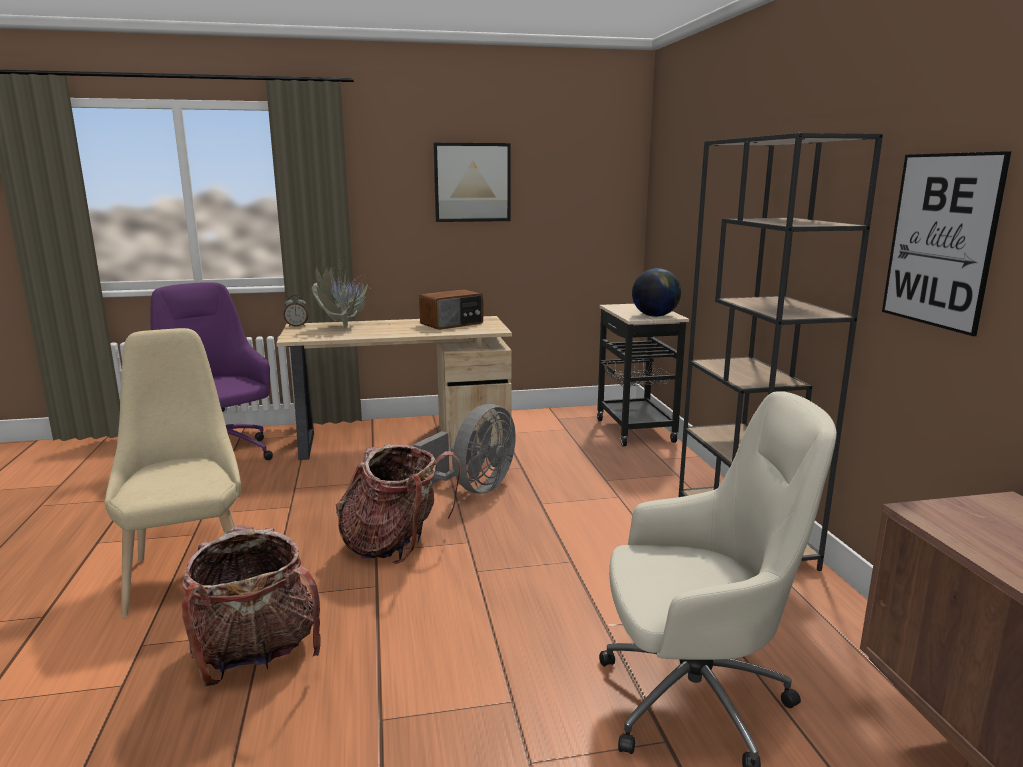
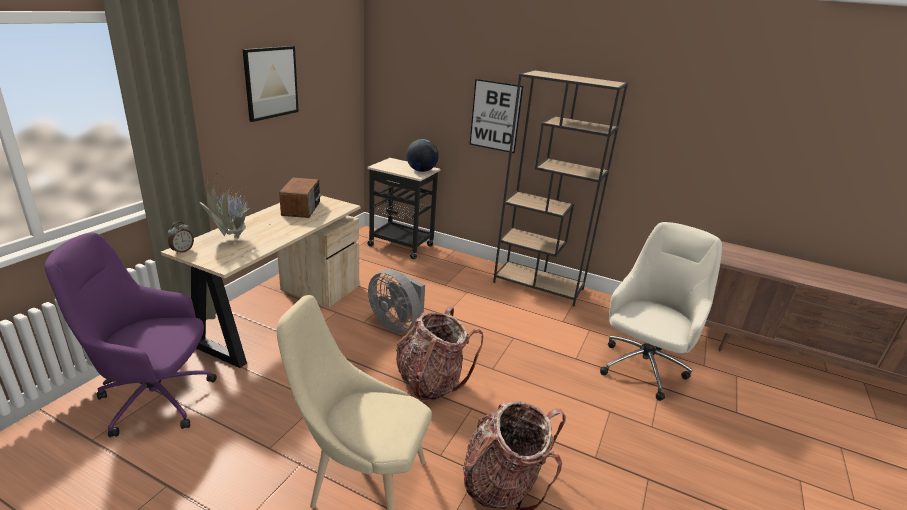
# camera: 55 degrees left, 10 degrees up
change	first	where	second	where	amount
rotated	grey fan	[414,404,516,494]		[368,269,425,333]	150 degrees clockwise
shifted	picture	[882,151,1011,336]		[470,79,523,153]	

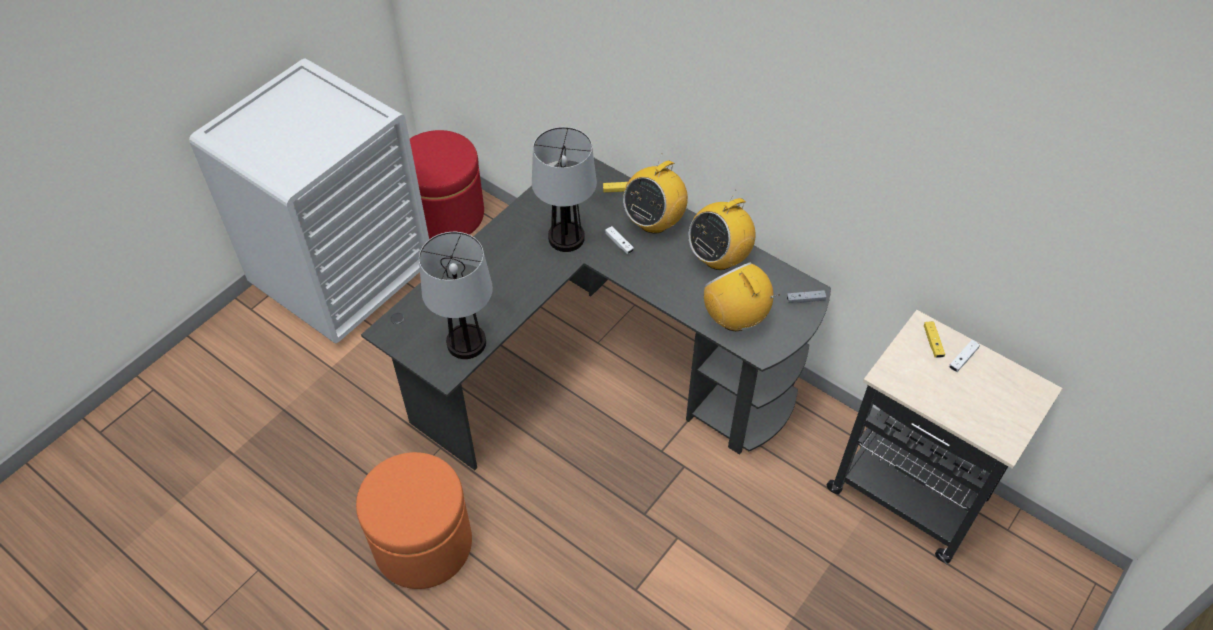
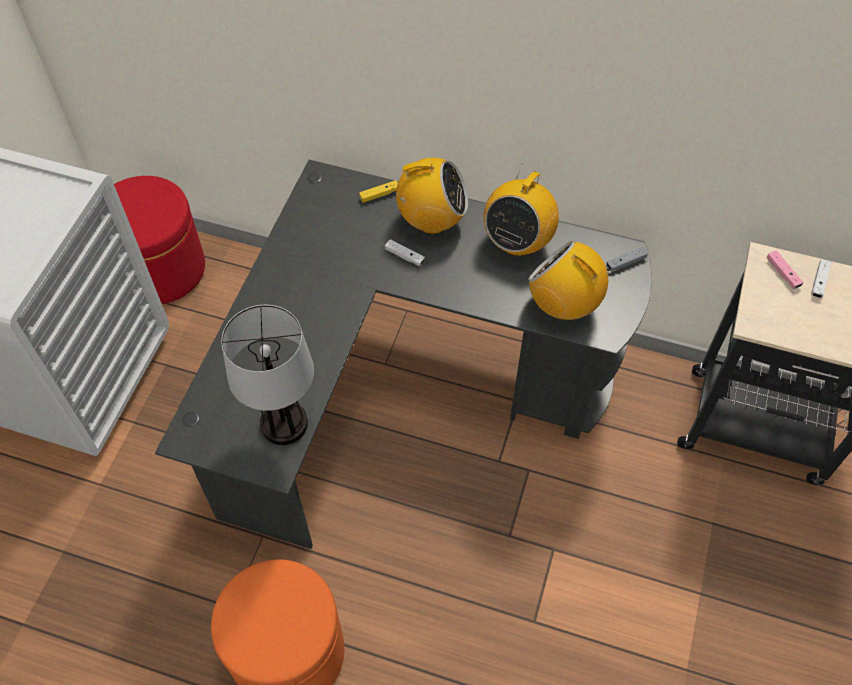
# camera: 20 degrees left, 5 degrees up
change	first	where	second	where	amount
rotated	radio	[623,153,688,234]		[391,158,468,234]	105 degrees counterclockwise
repainted	yellow game controller	[924,321,945,358]	pink game controller	[767,250,803,289]	
gone	table lamp	[532,127,597,252]			

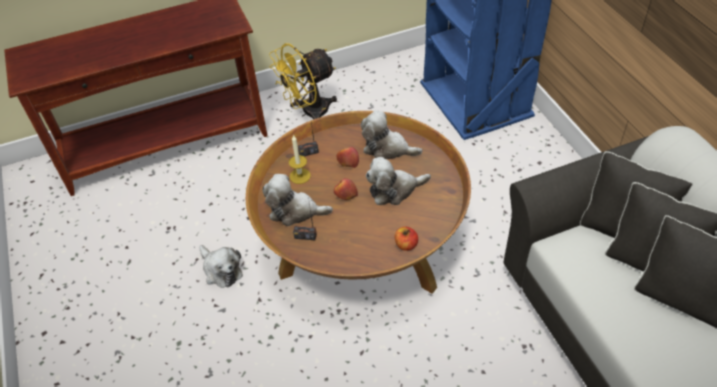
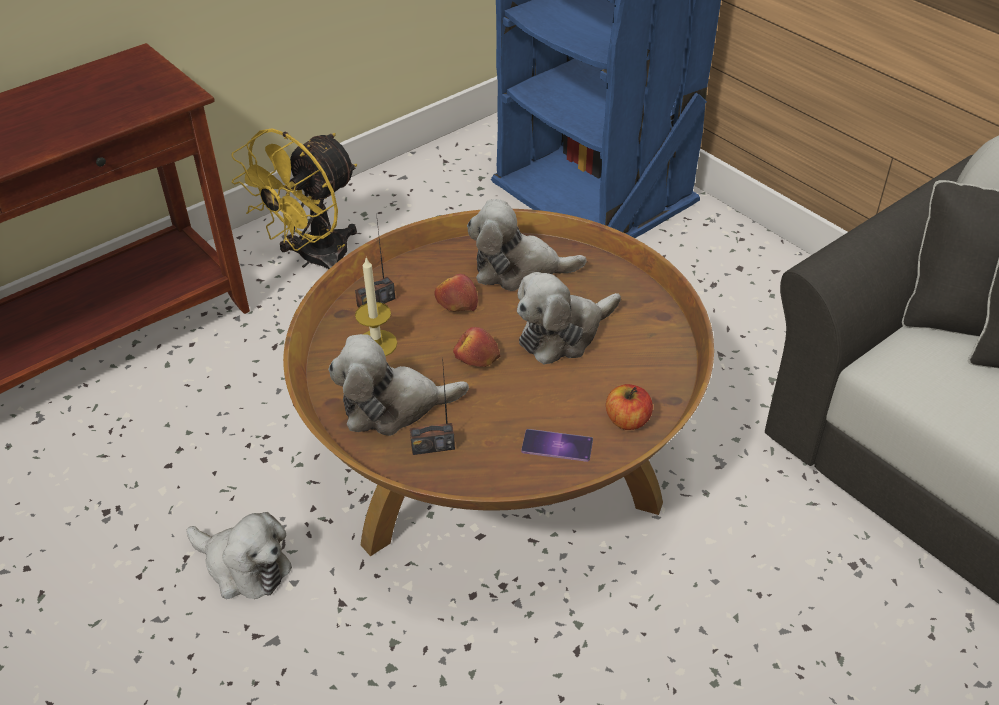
# camera: 20 degrees left, 5 degrees down
change	first	where	second	where	amount
new			phone	[521,429,593,462]	

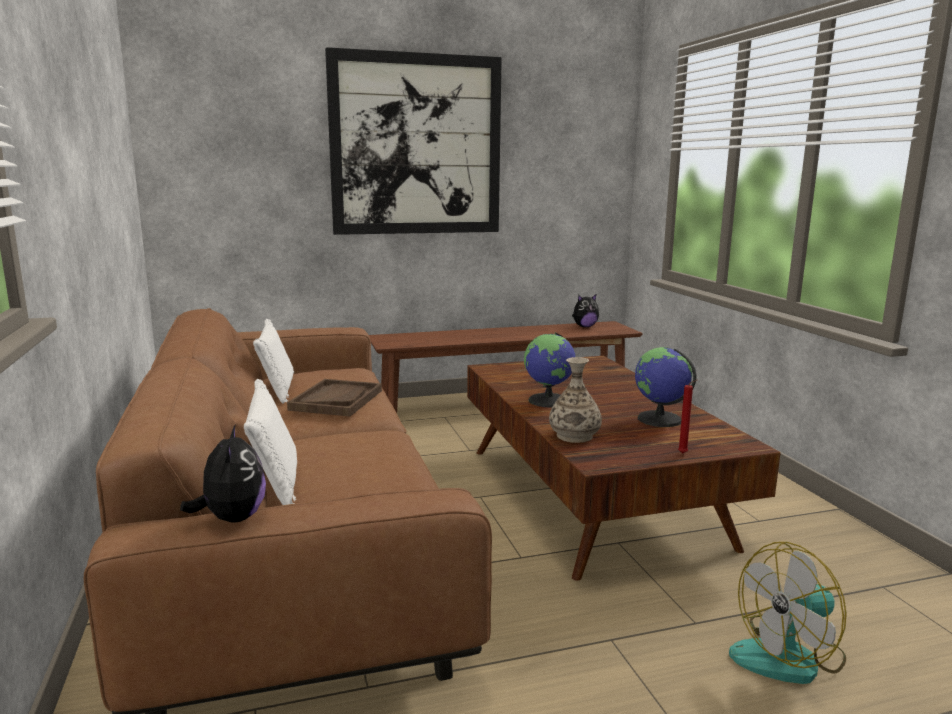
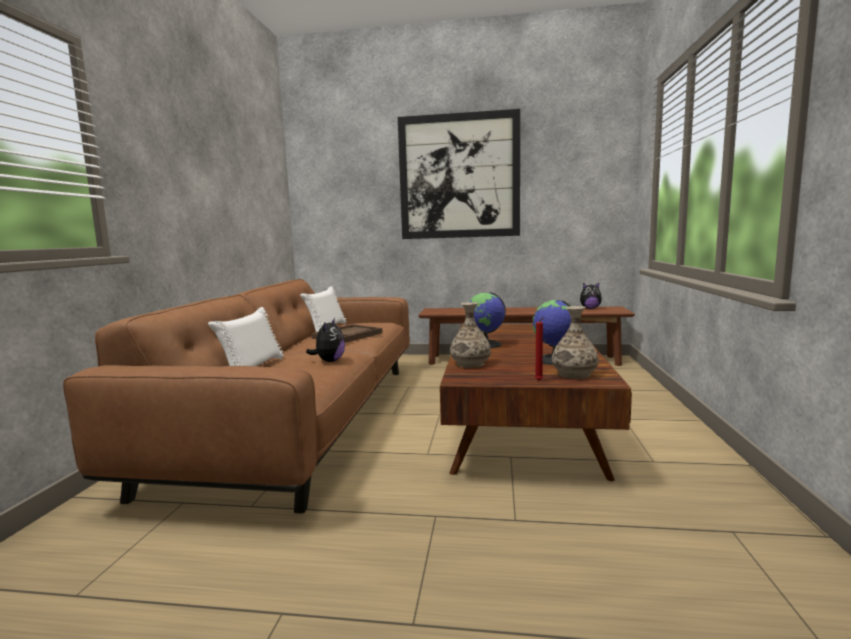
# camera: 25 degrees right, 5 degrees down
change	first	where	second	where	amount
shifted	plush toy	[180,424,266,522]		[306,318,345,362]	
new			vase	[552,306,598,379]	
gone	fan	[729,542,847,684]			

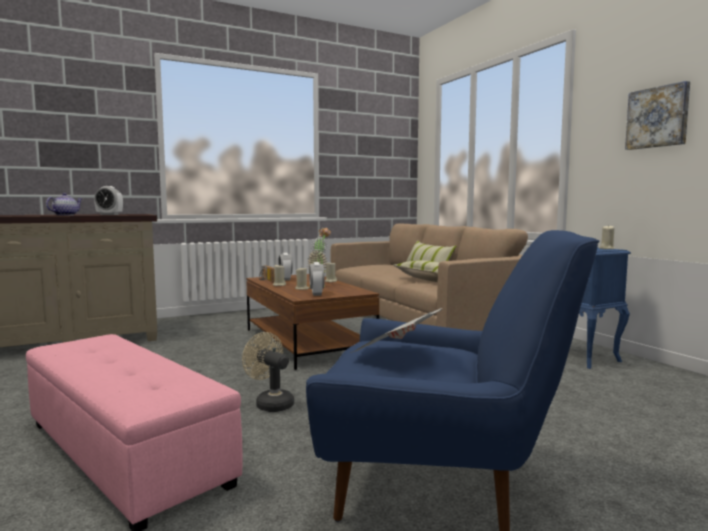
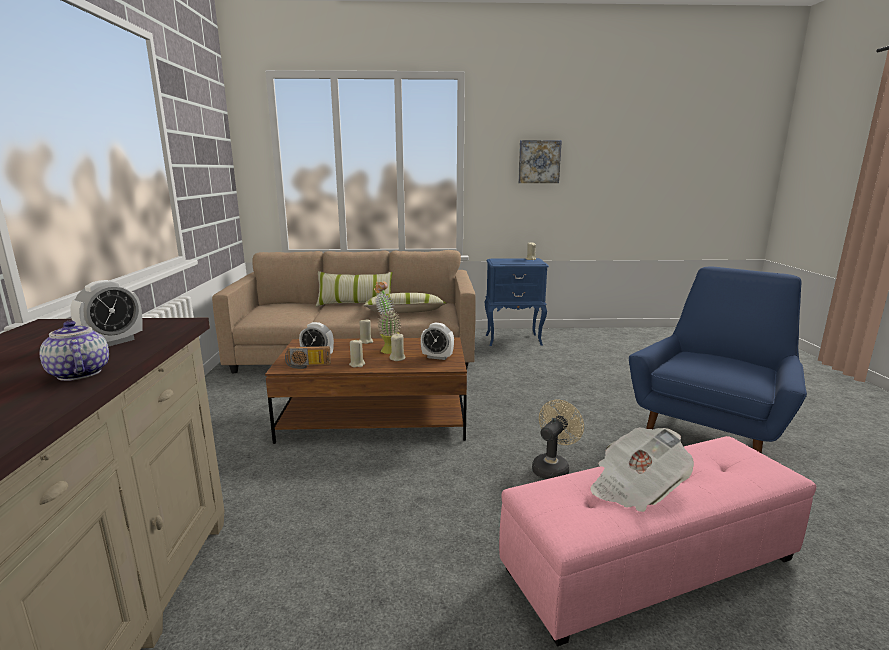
# camera: 65 degrees left, 10 degrees up
change	first	where	second	where	amount
rotated	beige fan	[242,332,294,412]		[532,400,584,479]	150 degrees clockwise
shifted	newspaper	[350,308,442,353]		[590,427,694,512]	

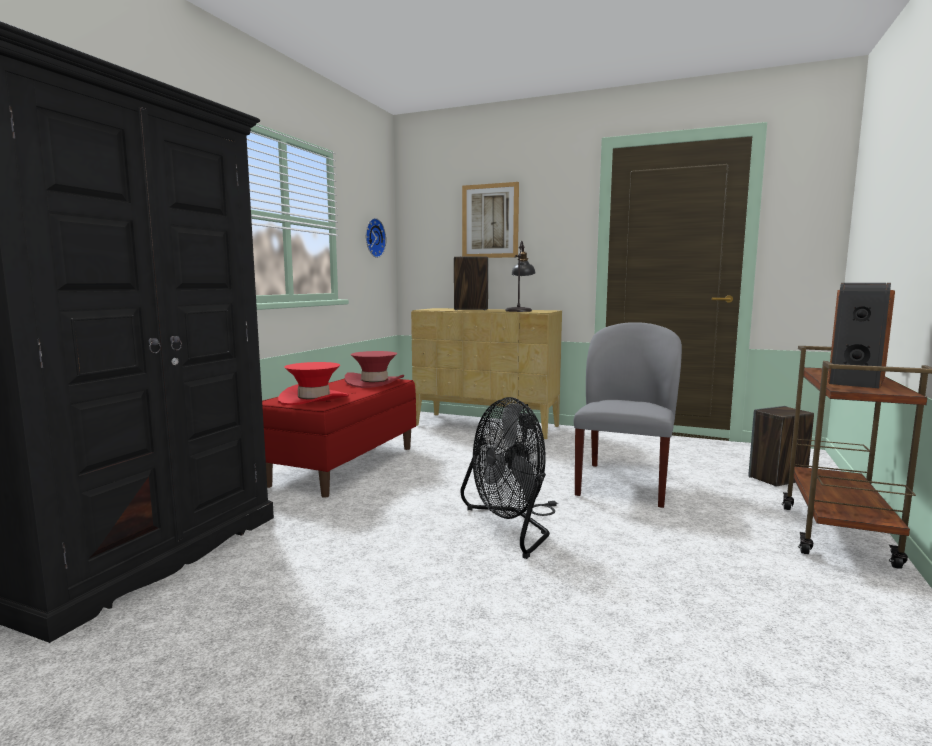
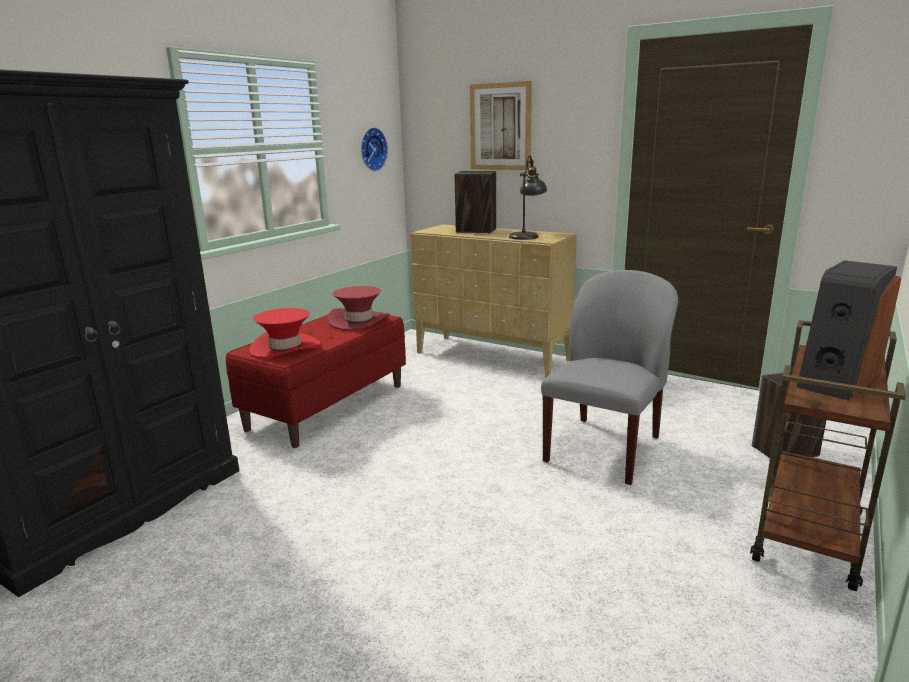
# camera: 10 degrees right, 10 degrees up
change	first	where	second	where	amount
gone	black fan	[461,397,558,559]			

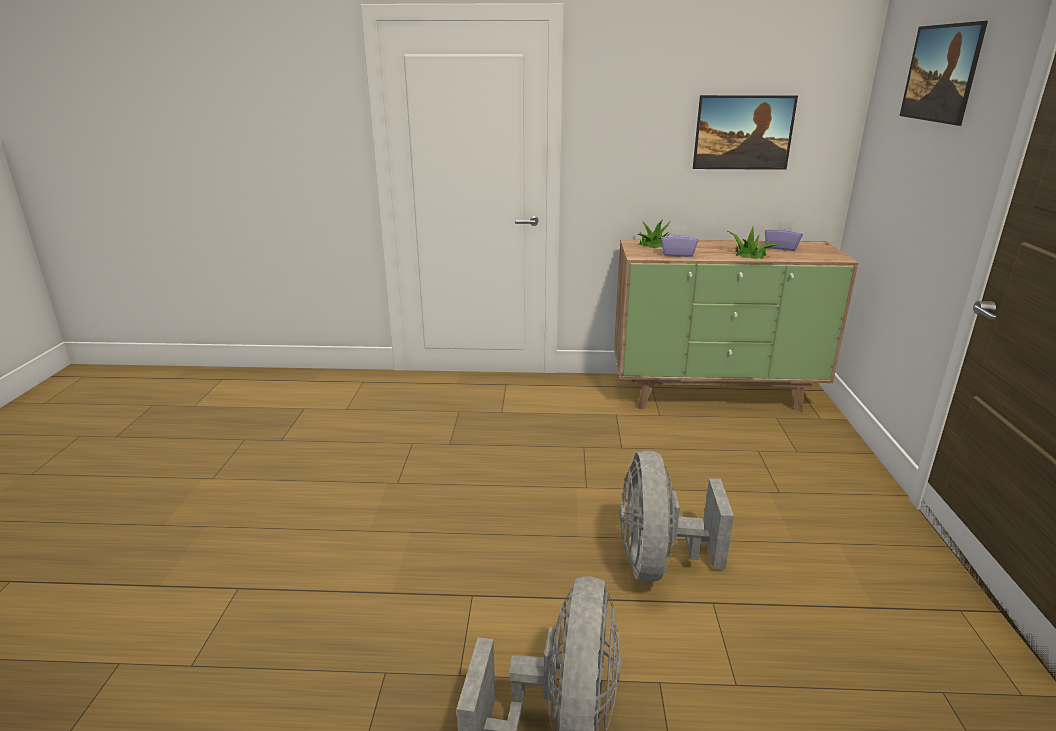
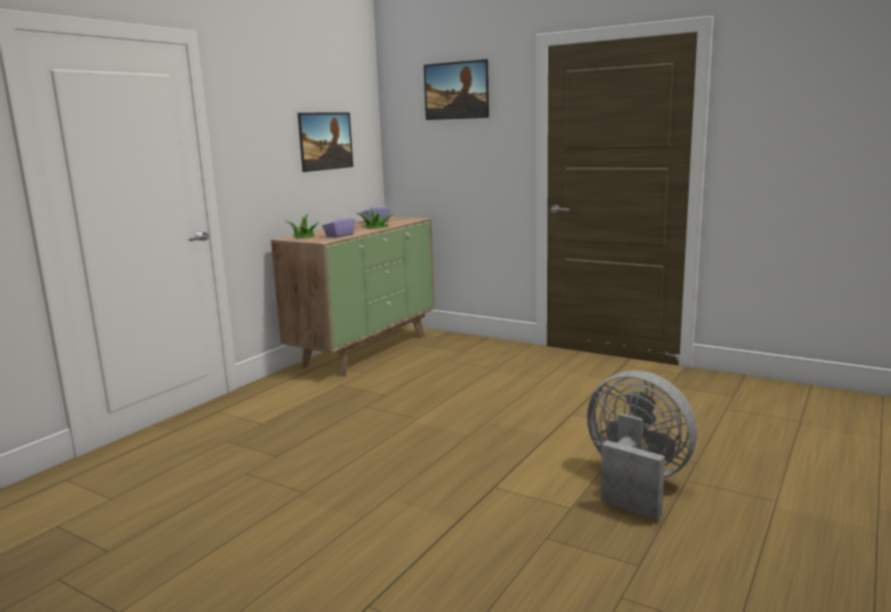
# camera: 60 degrees left, 10 degrees down
change	first	where	second	where	amount
gone	grey fan	[619,450,734,582]			

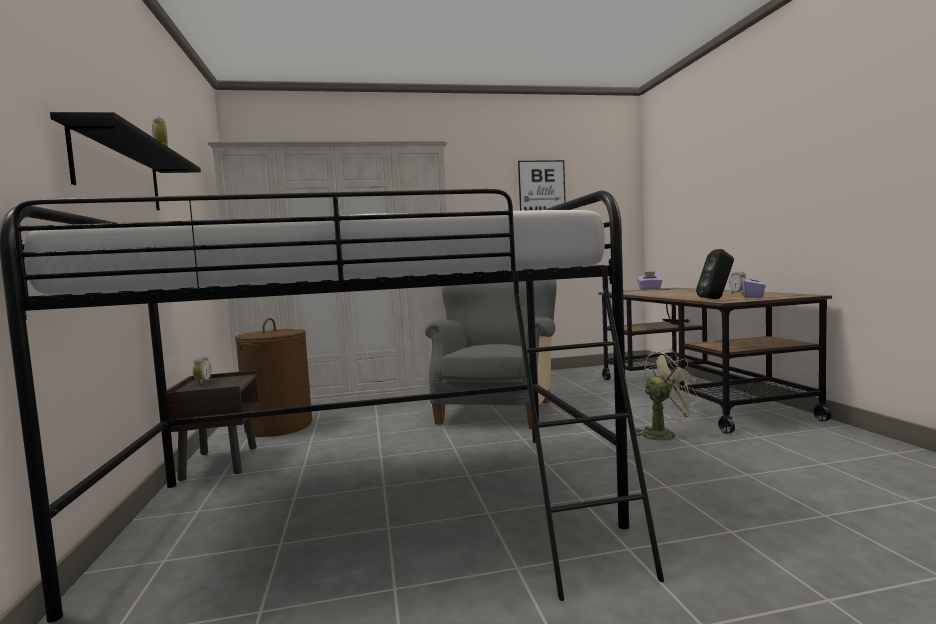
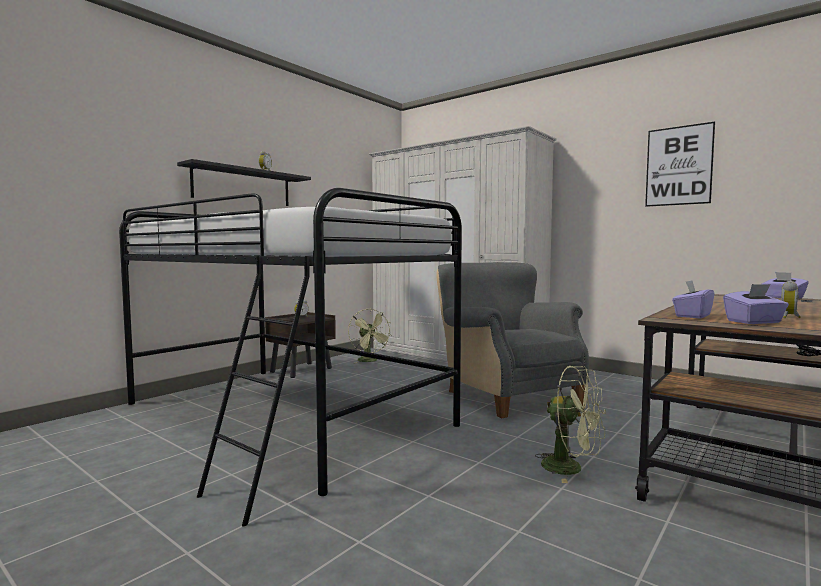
# camera: 50 degrees right, 0 degrees up
change	first	where	second	where	amount
swapped	brown laundry basket	[235,318,312,437]	green fan	[348,308,391,363]	
rotated	grey armchair	[425,279,557,429]		[437,262,589,419]	90 degrees counterclockwise
swapped	black speaker	[696,249,734,299]	purple tissue box	[672,280,715,318]	

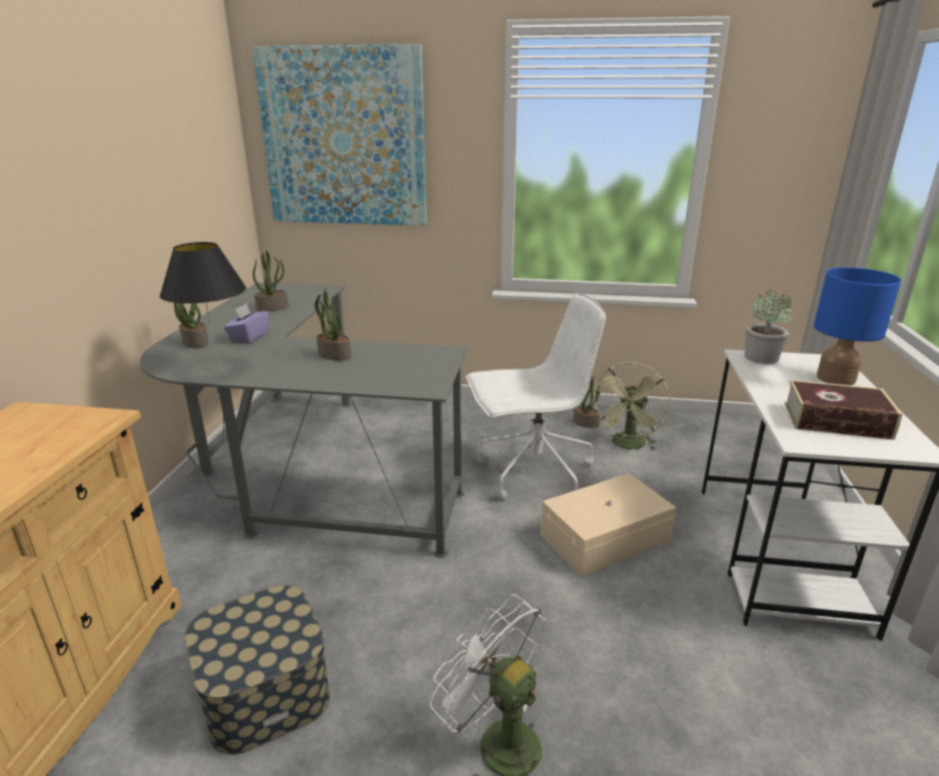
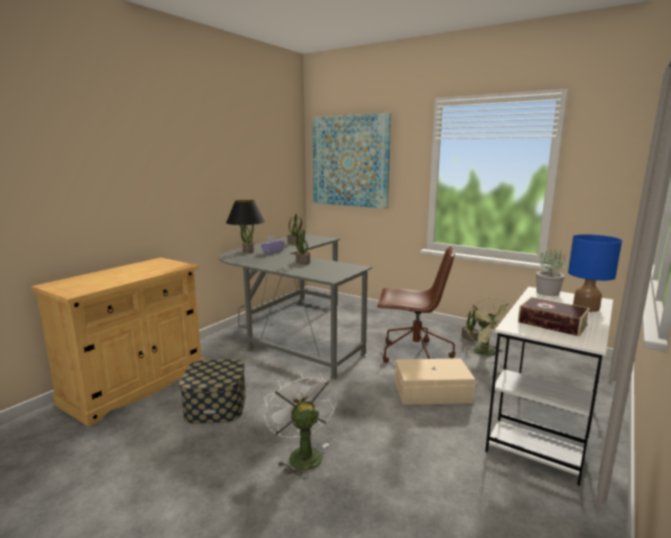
# camera: 25 degrees right, 10 degrees down
change	first	where	second	where	amount
repainted	white office chair	[466,293,606,500]	brown office chair	[377,247,456,363]	
rotated	green fan	[591,362,671,451]		[466,297,511,356]	60 degrees counterclockwise

